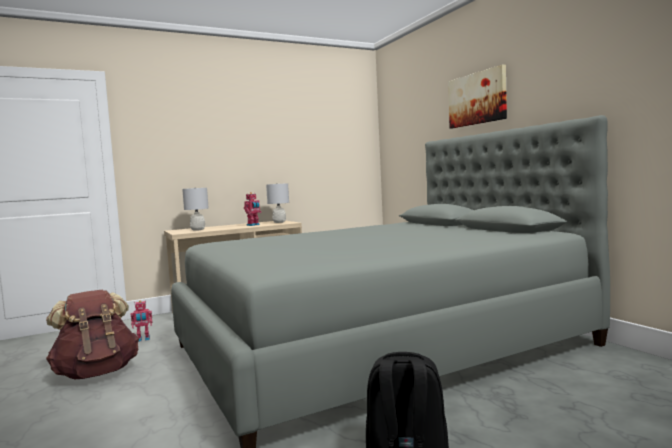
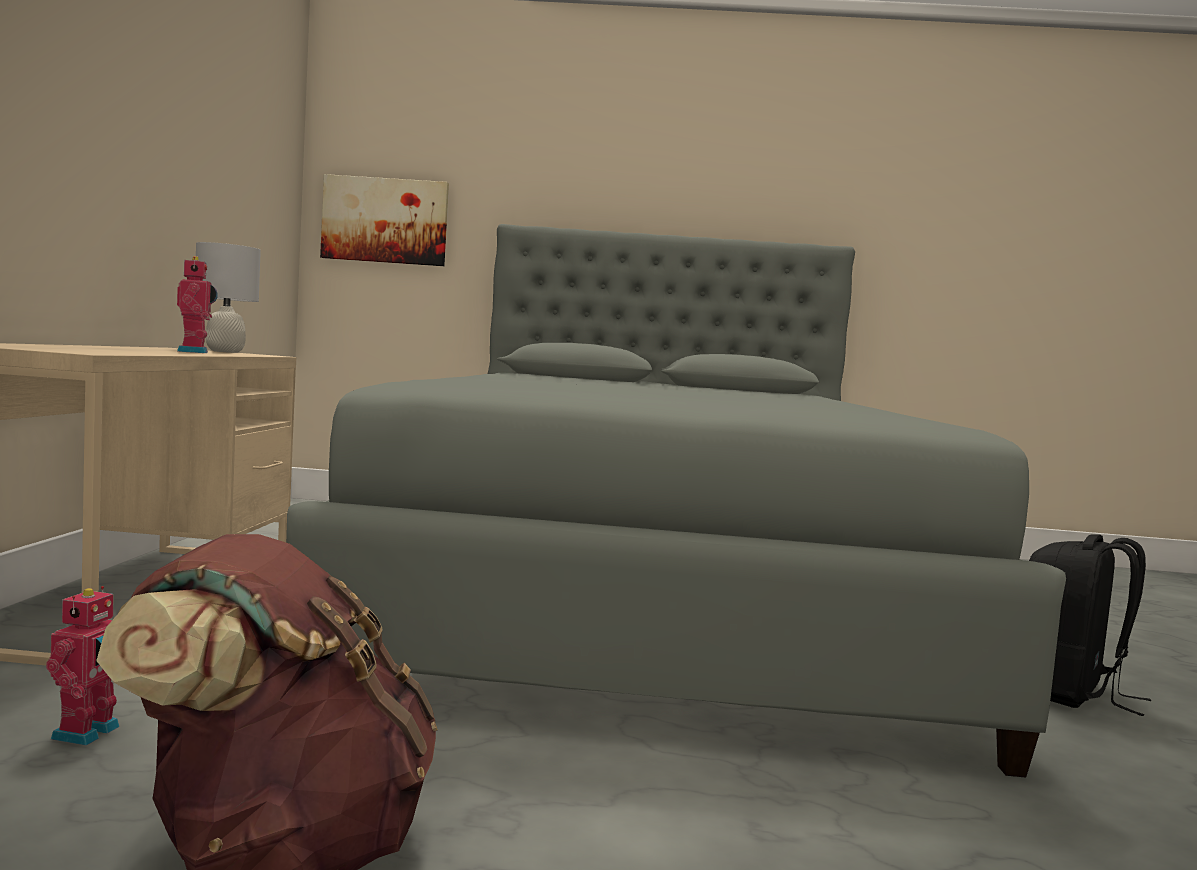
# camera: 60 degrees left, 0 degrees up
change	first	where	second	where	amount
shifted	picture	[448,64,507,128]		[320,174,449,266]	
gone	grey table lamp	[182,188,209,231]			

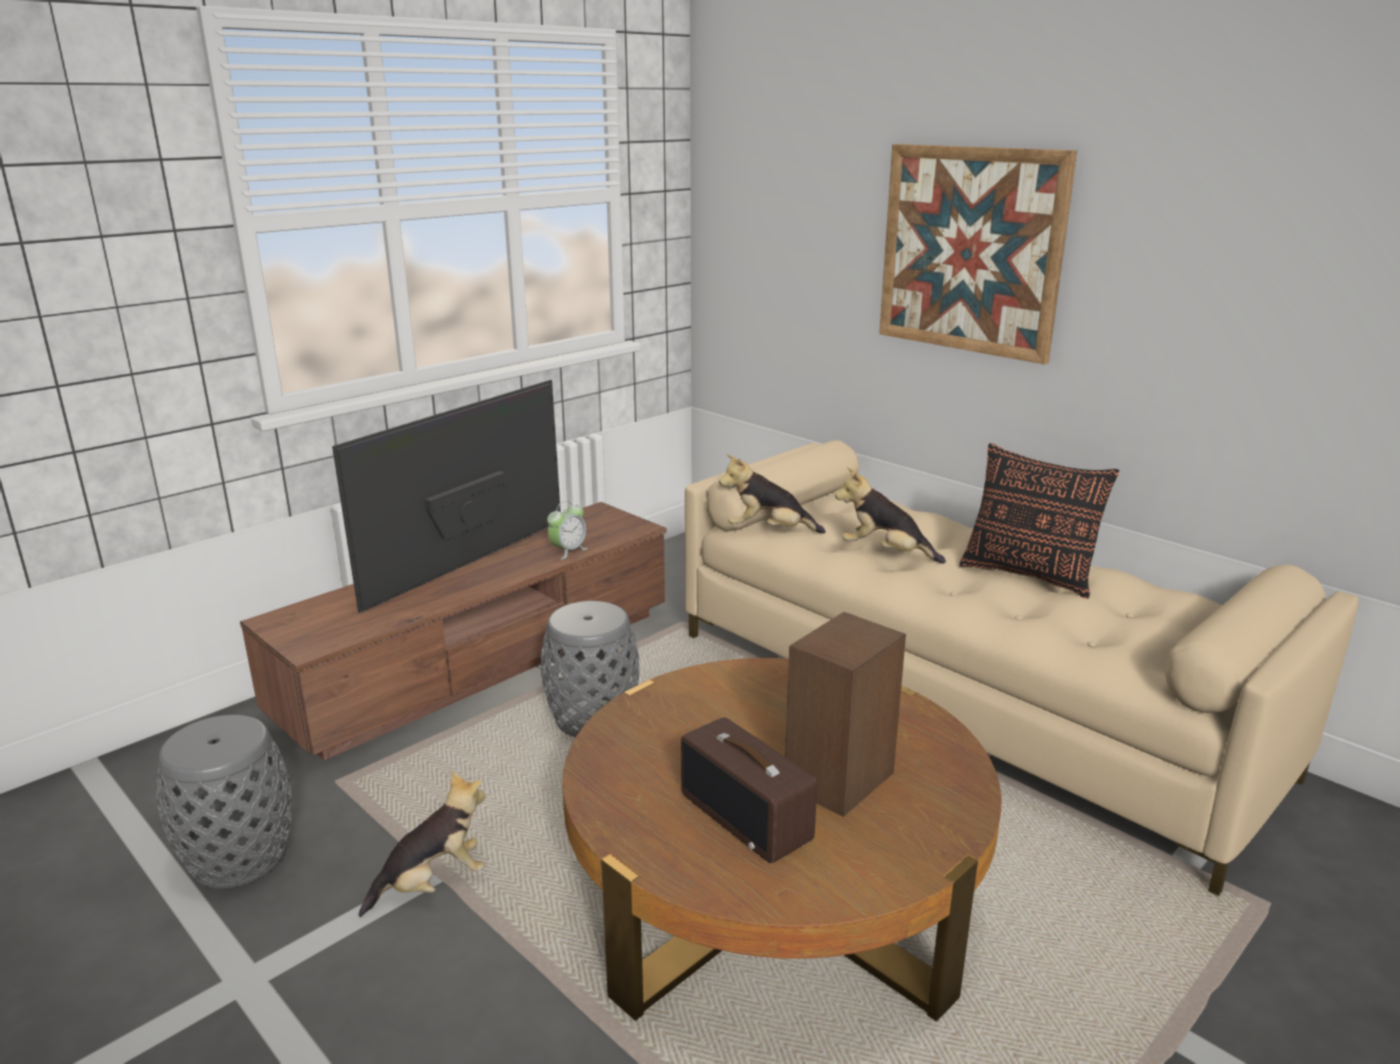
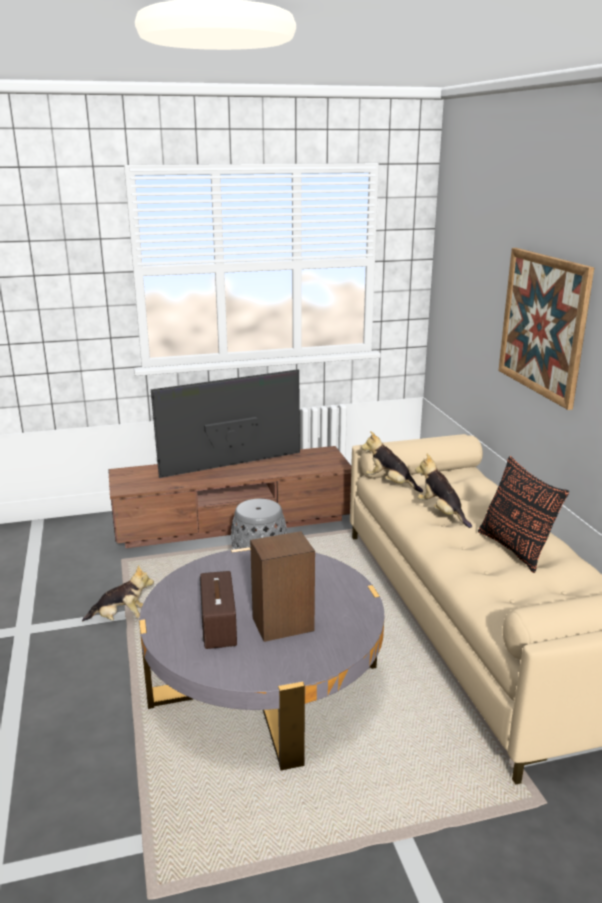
# camera: 30 degrees right, 0 degrees up
change	first	where	second	where	amount
repainted	brown coffee table	[562,658,1002,1022]	grey coffee table	[139,547,384,771]	
gone	grey stool	[156,715,292,889]			
gone	alarm clock	[547,501,588,559]			

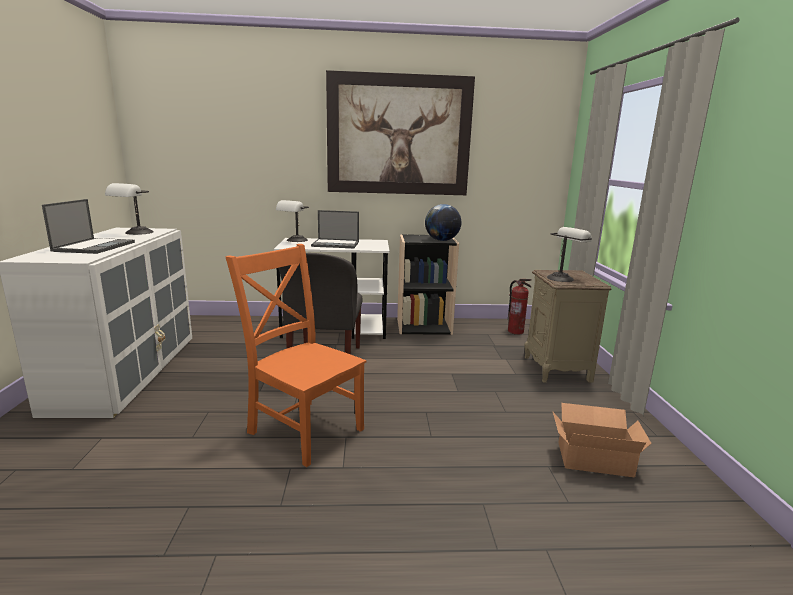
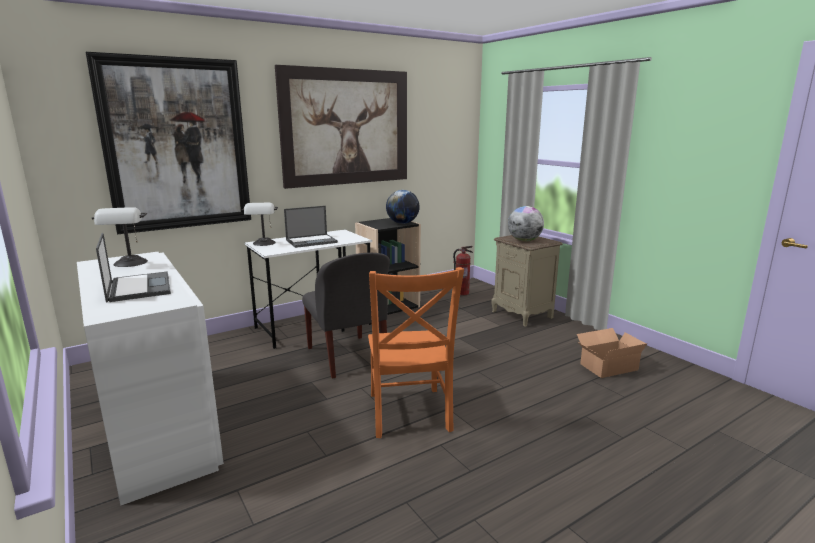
# camera: 30 degrees left, 0 degrees up
change	first	where	second	where	amount
new			picture	[85,52,251,234]	
rotated	orange chair	[225,244,366,467]		[368,267,464,438]	105 degrees counterclockwise
swapped	table lamp	[546,227,592,282]	globe	[508,206,544,241]	

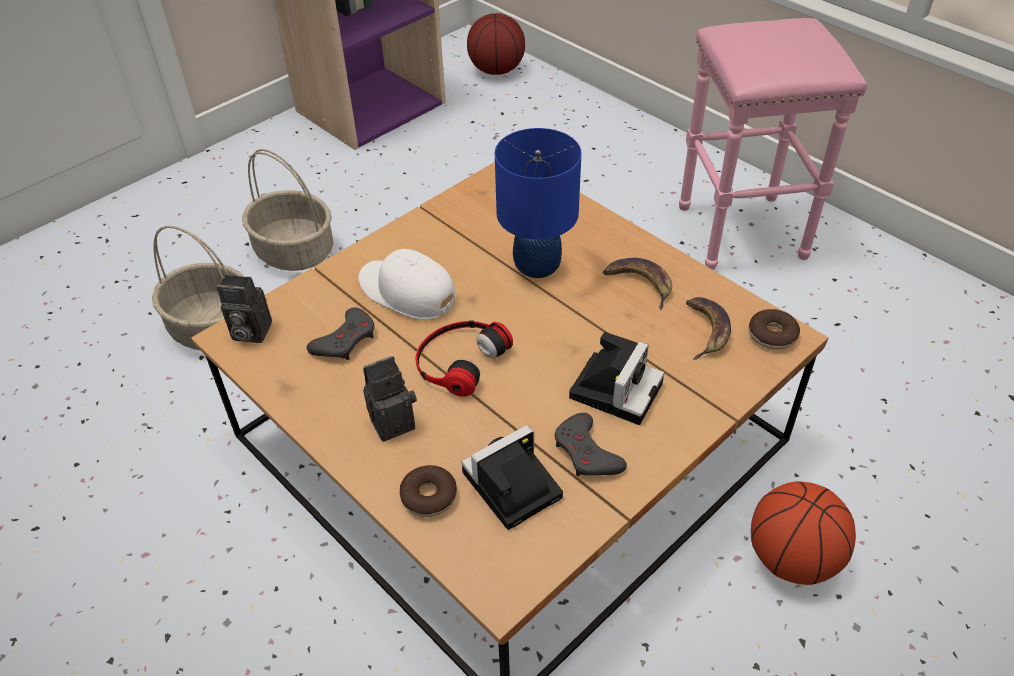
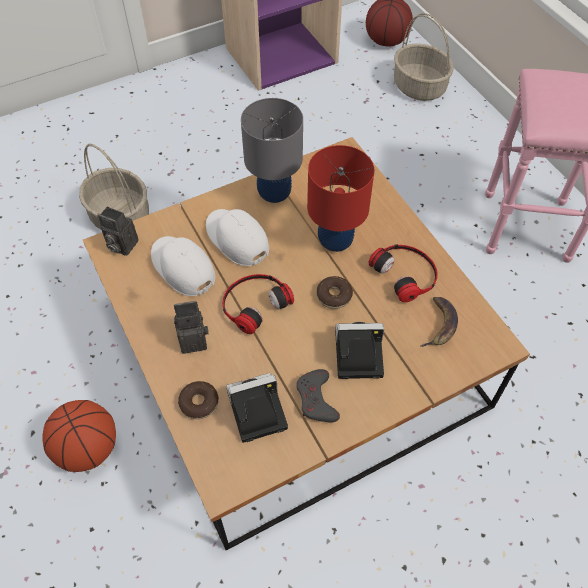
# camera: 15 degrees right, 10 degrees up
change	first	where	second	where	amount
shifted	basketball	[751,481,856,585]		[43,400,116,472]	
swapped	grey game controller	[307,307,375,360]	white cap	[151,236,215,296]	
new			grey table lamp	[241,98,303,203]	
repainted	blue table lamp	[495,128,581,278]	red table lamp	[307,145,374,252]	
shifted	donut	[749,309,800,350]		[316,276,353,309]	
rotated	photo camera	[569,332,664,425]		[335,322,384,379]	135 degrees counterclockwise
swapped	banana	[603,258,672,310]	headphones	[369,244,438,302]	
shifted	basket	[242,149,333,271]		[394,13,454,101]	

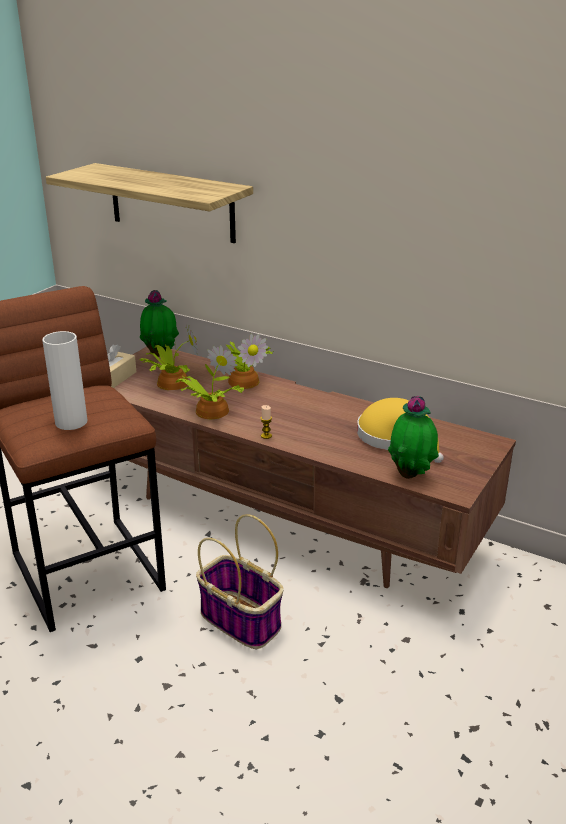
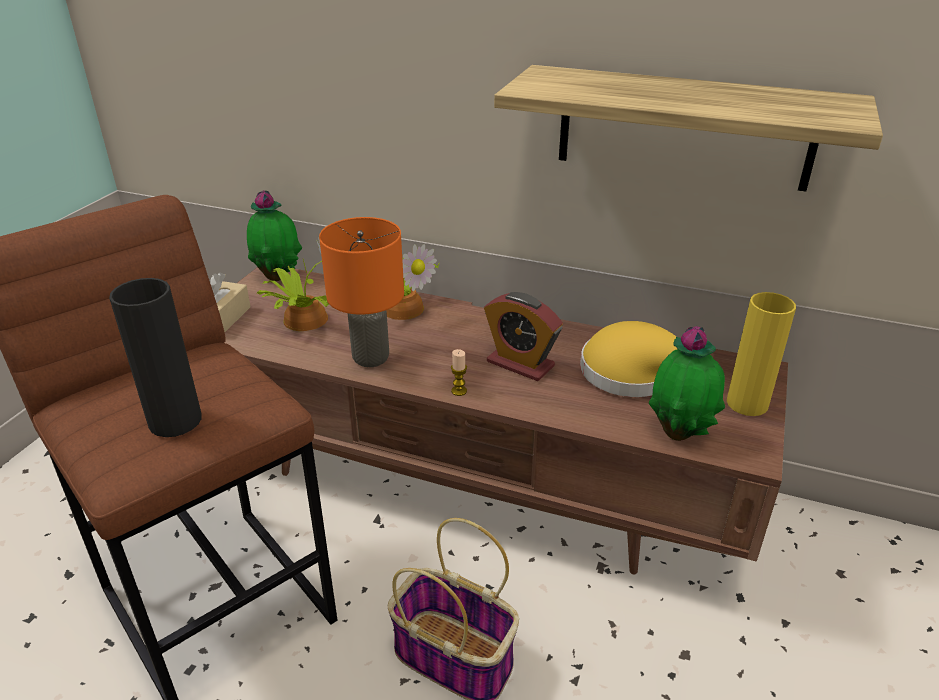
# camera: 10 degrees left, 5 degrees up
change	first	where	second	where	amount
repainted	white vase	[42,331,87,430]	black vase	[109,278,202,437]	
swapped	potted plant	[175,345,244,419]	orange table lamp	[319,217,404,367]	
new			alarm clock	[484,292,563,381]	
shifted	shelf	[46,163,253,243]		[494,65,883,192]	
new			yellow vase	[727,292,796,416]	

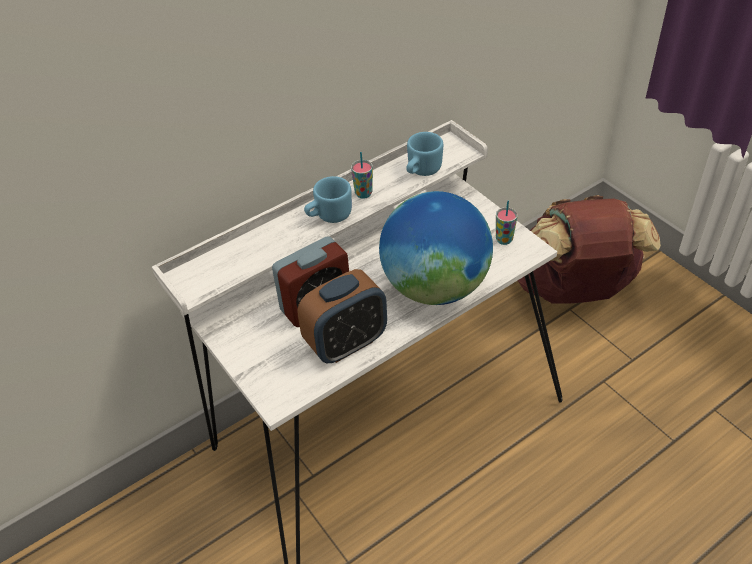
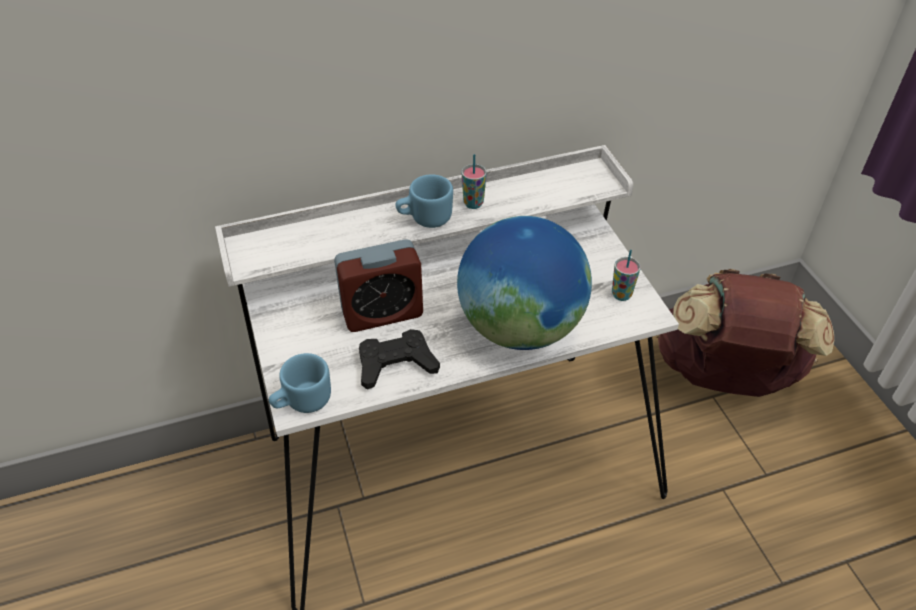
# camera: 15 degrees right, 0 degrees up
change	first	where	second	where	amount
shifted	blue mug	[406,132,443,176]		[269,353,331,413]	
swapped	alarm clock	[297,269,387,363]	black game controller	[359,329,440,390]	

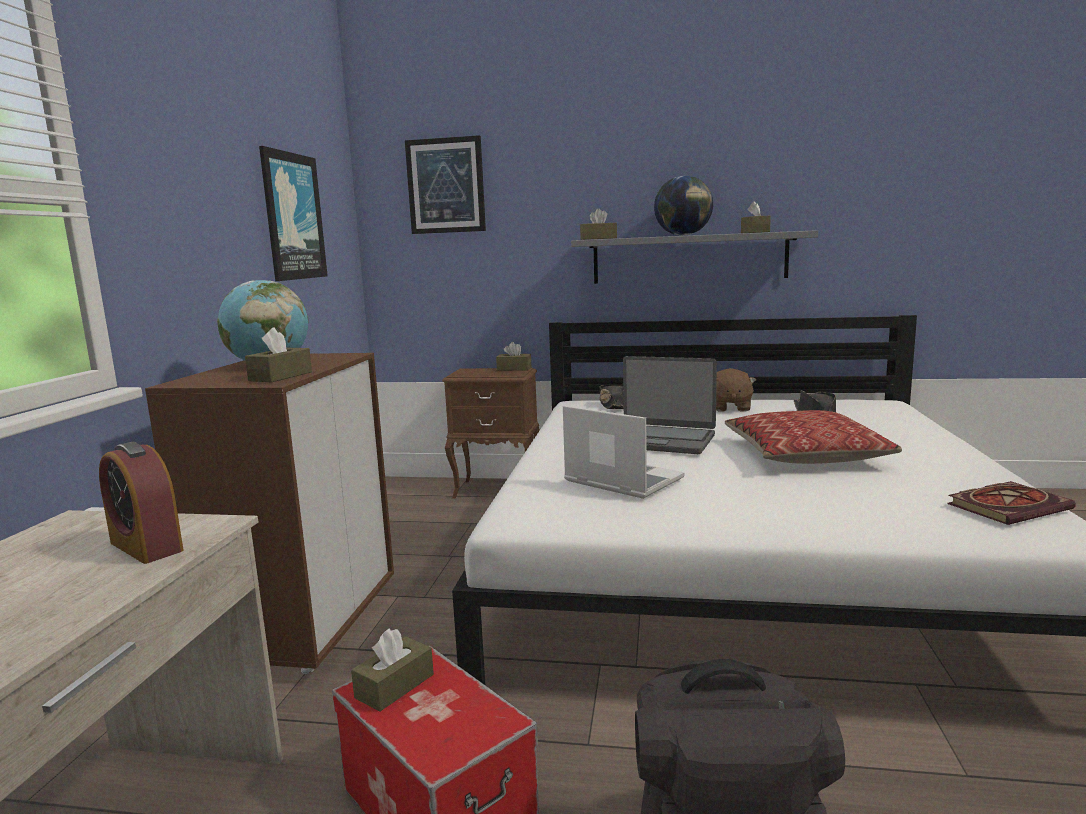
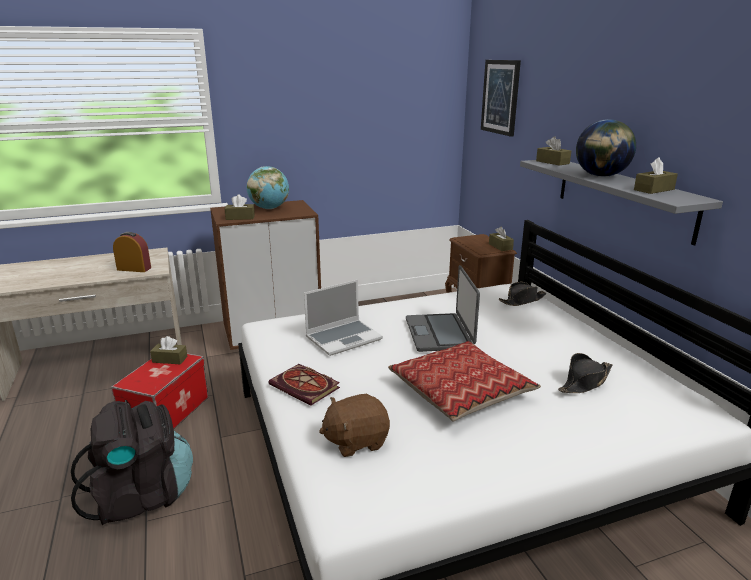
# camera: 60 degrees right, 10 degrees up
change	first	where	second	where	amount
rotated	alarm clock	[99,442,184,564]		[113,232,151,272]	90 degrees clockwise
shifted	book	[947,481,1076,525]		[269,364,340,406]	
rotated	laptop	[563,405,685,499]		[304,280,383,356]	45 degrees clockwise
shifted	brown plush toy	[716,368,756,412]		[319,394,390,457]	
gone	picture	[259,146,328,281]			

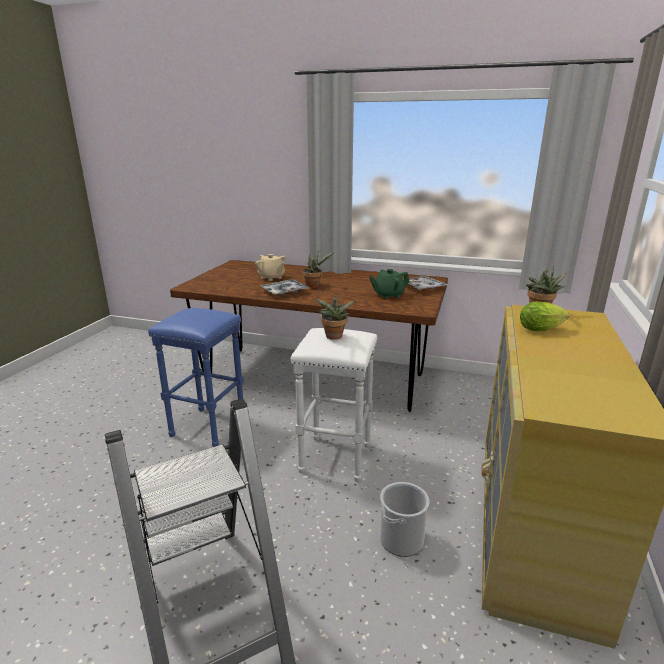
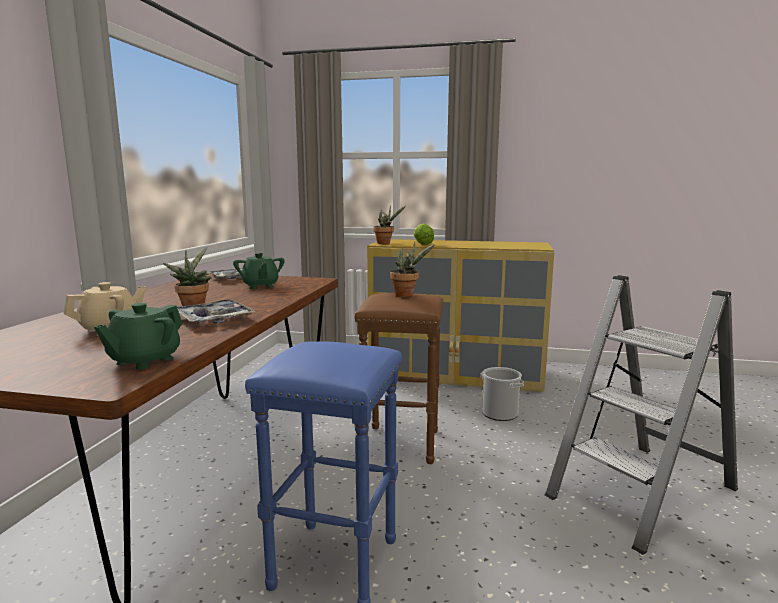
# camera: 95 degrees left, 10 degrees down
change	first	where	second	where	amount
new			green teapot	[94,303,183,370]	
repainted	white stool	[291,328,377,482]	brown stool	[354,293,444,464]	

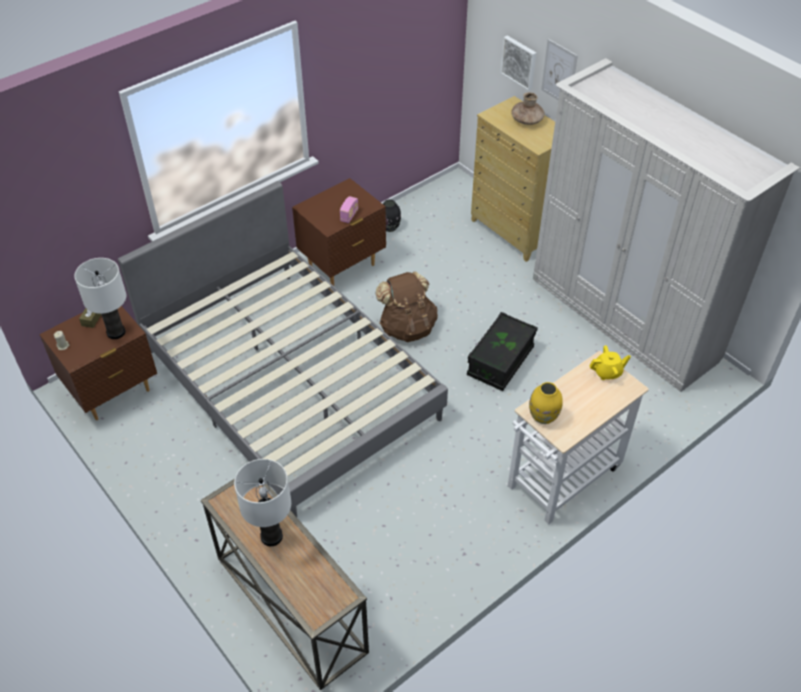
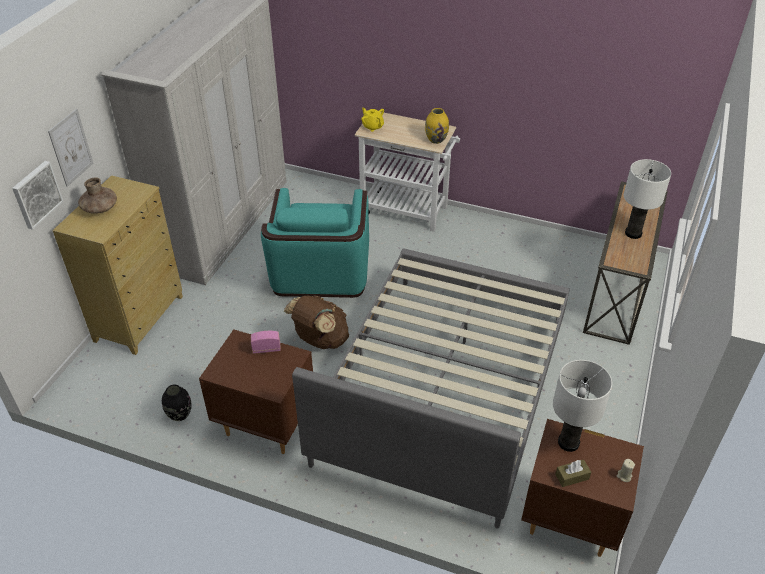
# camera: 120 degrees left, 5 degrees down
change	first	where	second	where	amount
swapped	black storage box	[467,312,538,391]	turquoise armchair	[261,188,369,298]	

